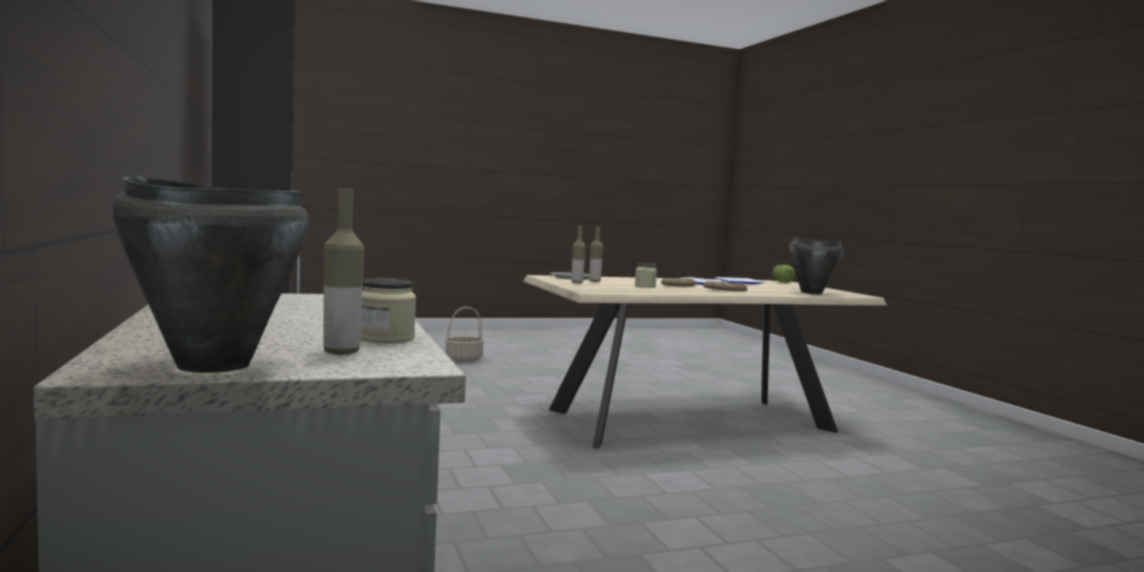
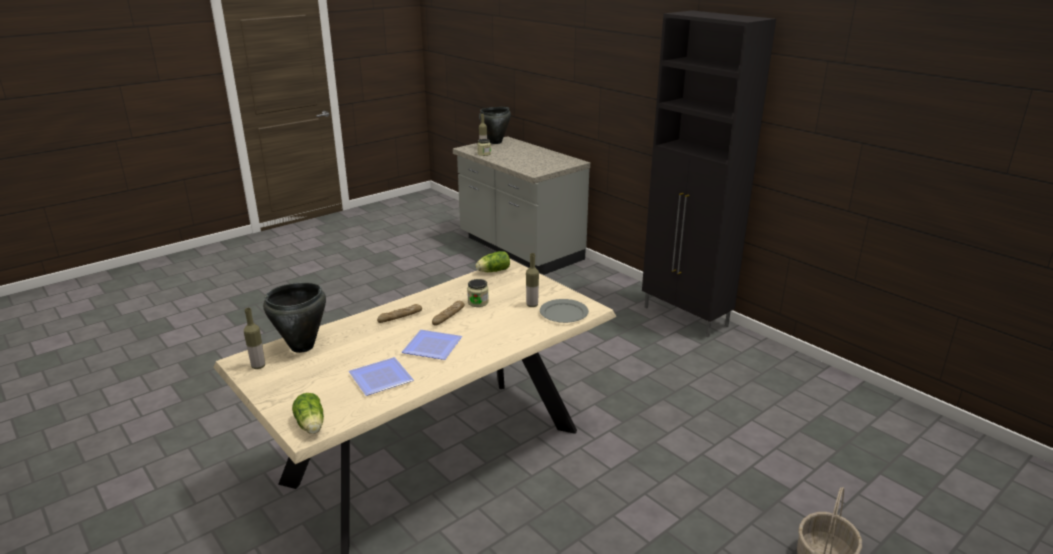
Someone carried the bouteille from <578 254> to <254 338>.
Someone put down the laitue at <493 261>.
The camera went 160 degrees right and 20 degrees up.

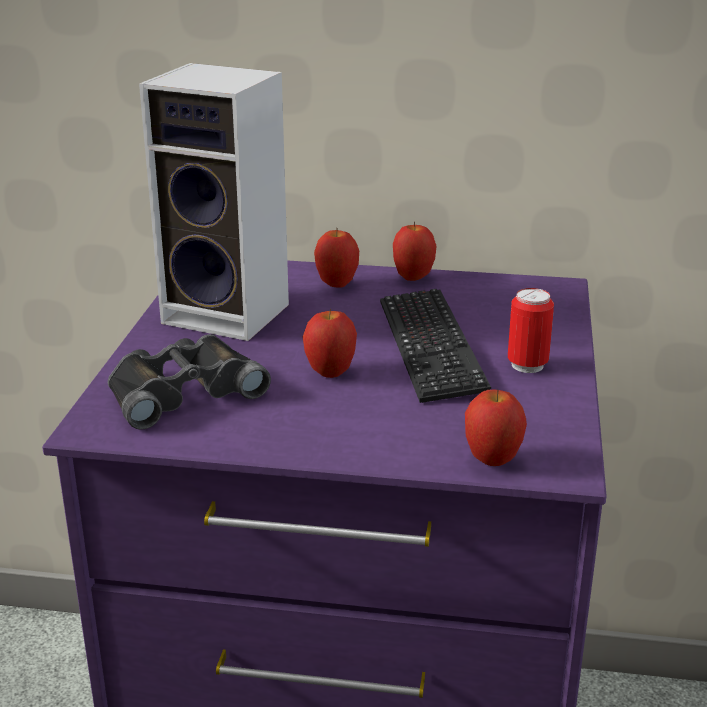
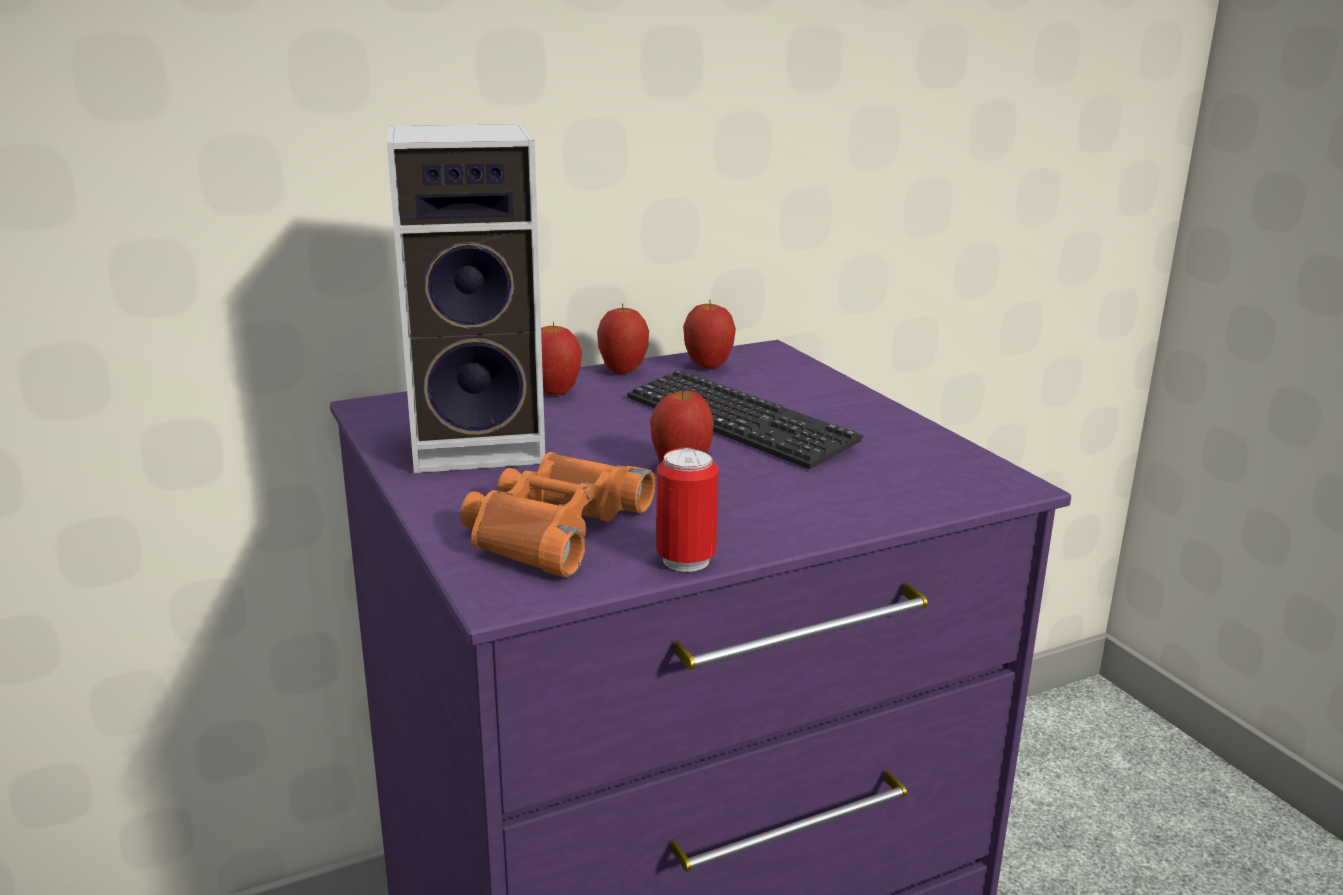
Someone carried the boîte métallique from <531 330> to <687 510>.
Someone repainted the jumelles/noir at <189 382>, which became the jumelles/orange at <558 514>.
Someone carried the pomme from <496 427> to <709 336>.
The camera went 35 degrees left and 5 degrees down.

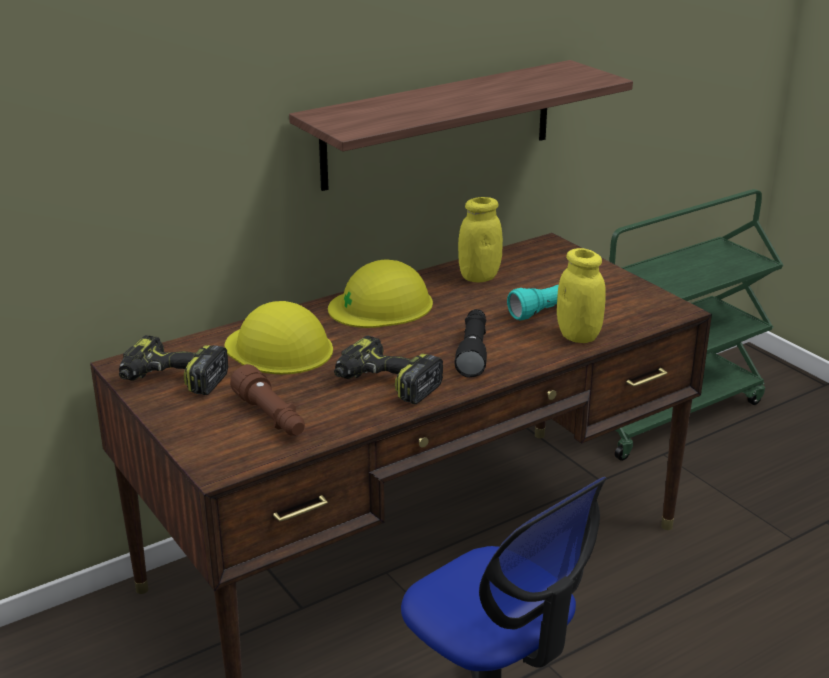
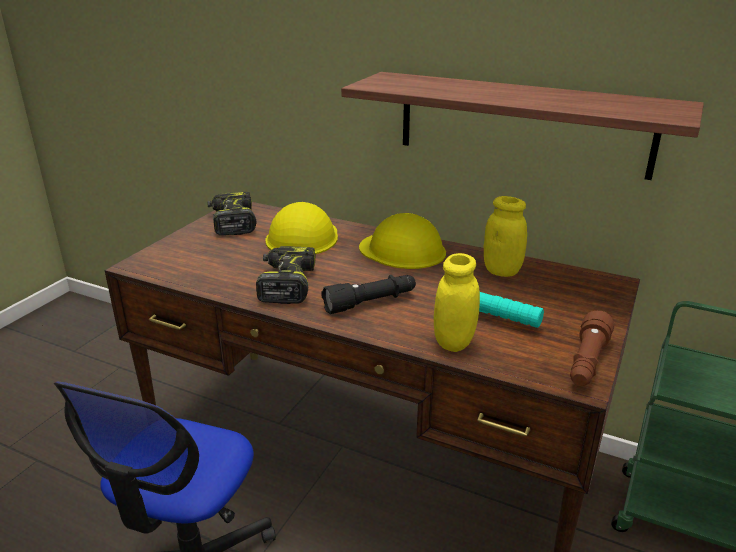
Someone carried the lampe de poche/marron from <267 400> to <592 348>.
The camera went 60 degrees right and 0 degrees up.

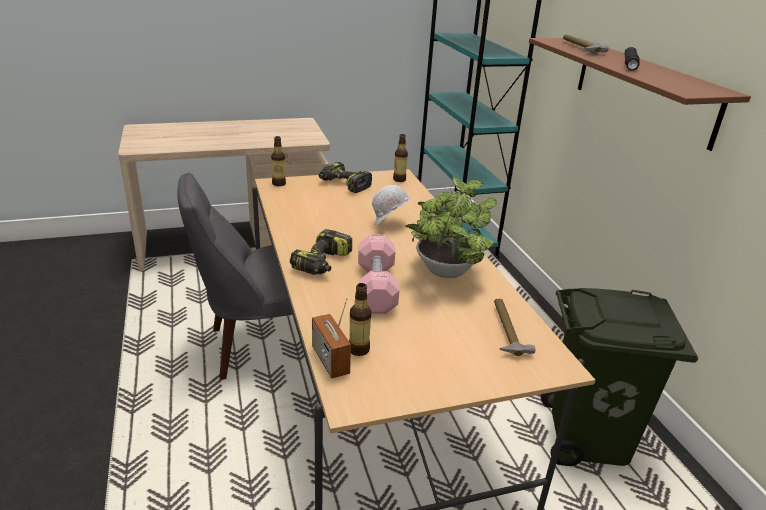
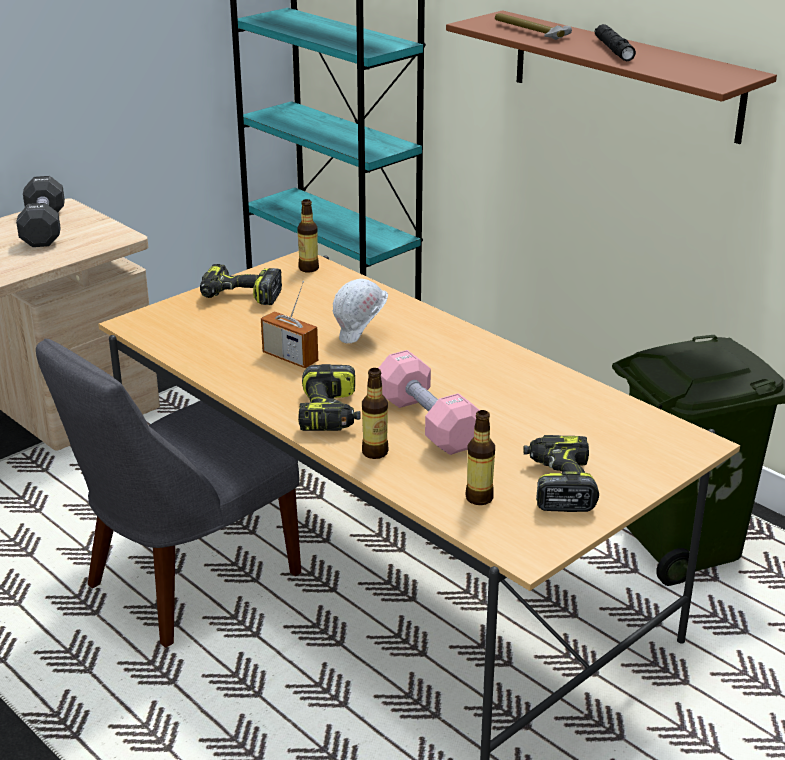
Someone carried the bouteille from <278 161> to <375 413>.
Someone took away the plante en pot at <451 227>.
Someone carried the radio from <331 338> to <289 324>.
Someone took away the marteau at <514 327>.
Someone put down the haltère/noir at <40 211>.
Someone put down the perceuse at <561 473>.
The camera went 25 degrees left and 0 degrees up.

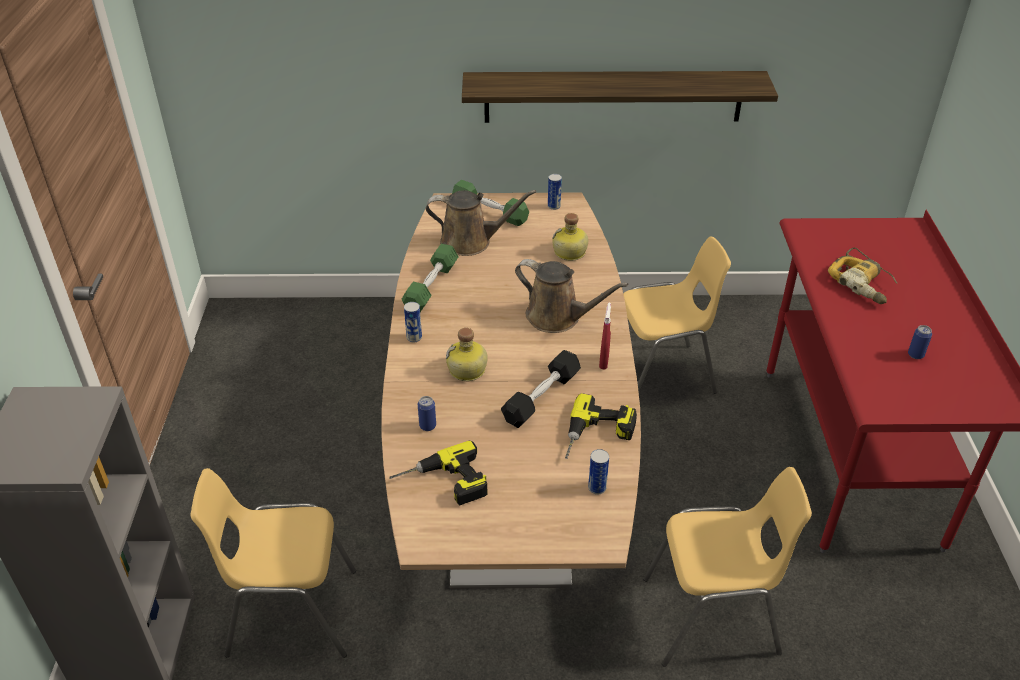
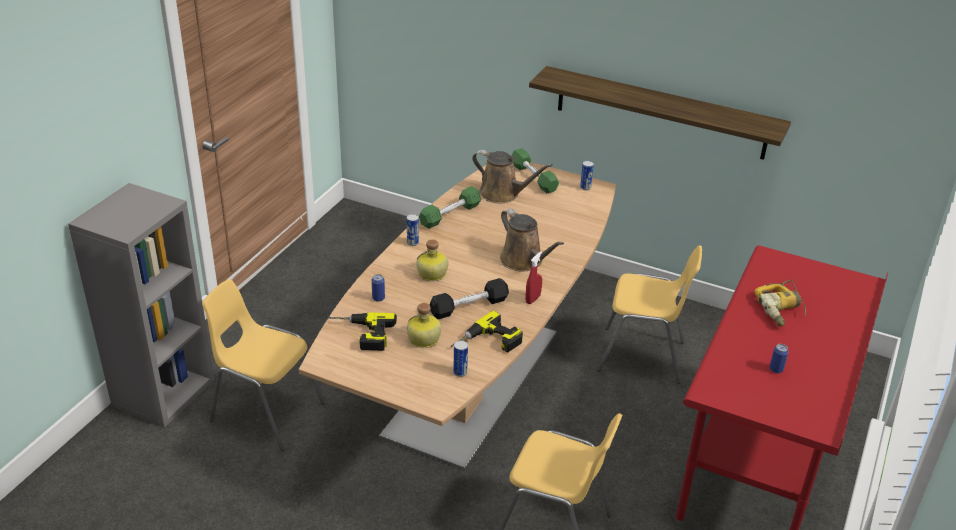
Someone carried the bouteille from <570 237> to <424 325>.
The camera went 25 degrees right and 5 degrees down.

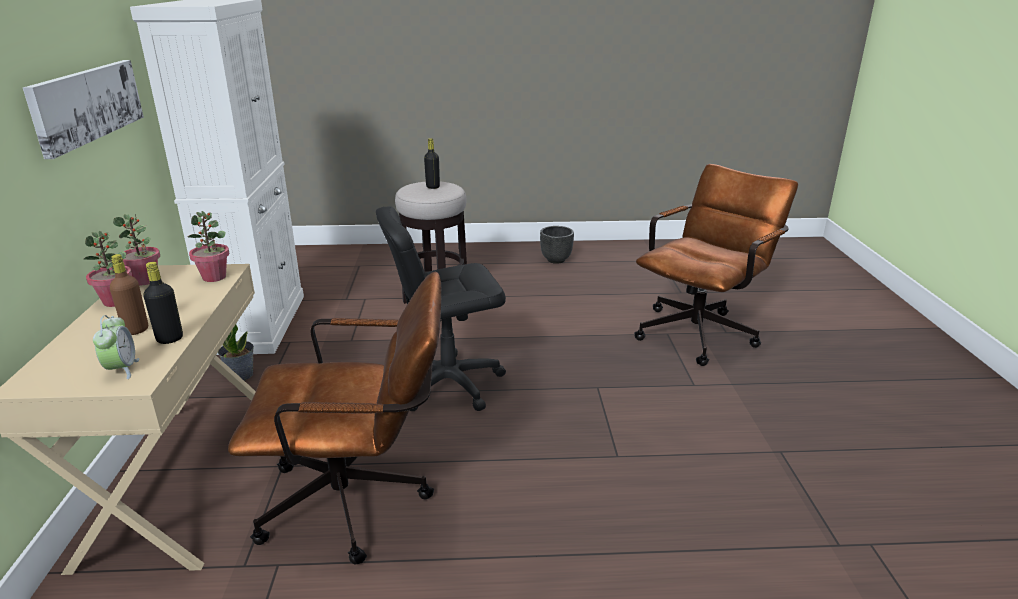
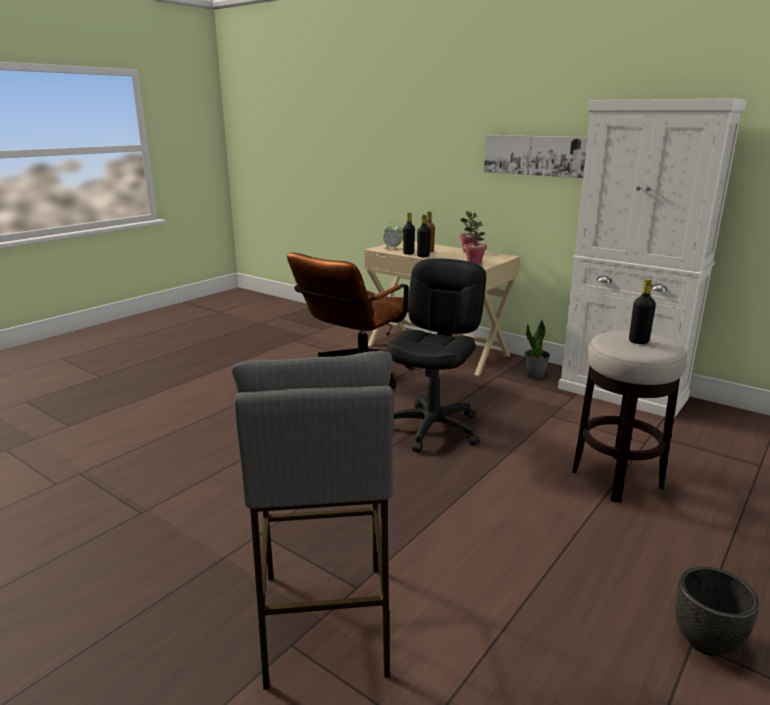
Someone swapped the chaise de bureau/marron at <716 265> for the tabouret/gris at <312 520>.
Someone took away the plante en pot at <136 249>.
Someone put down the bouteille/noir at <424 236>.
The camera went 130 degrees right and 5 degrees down.

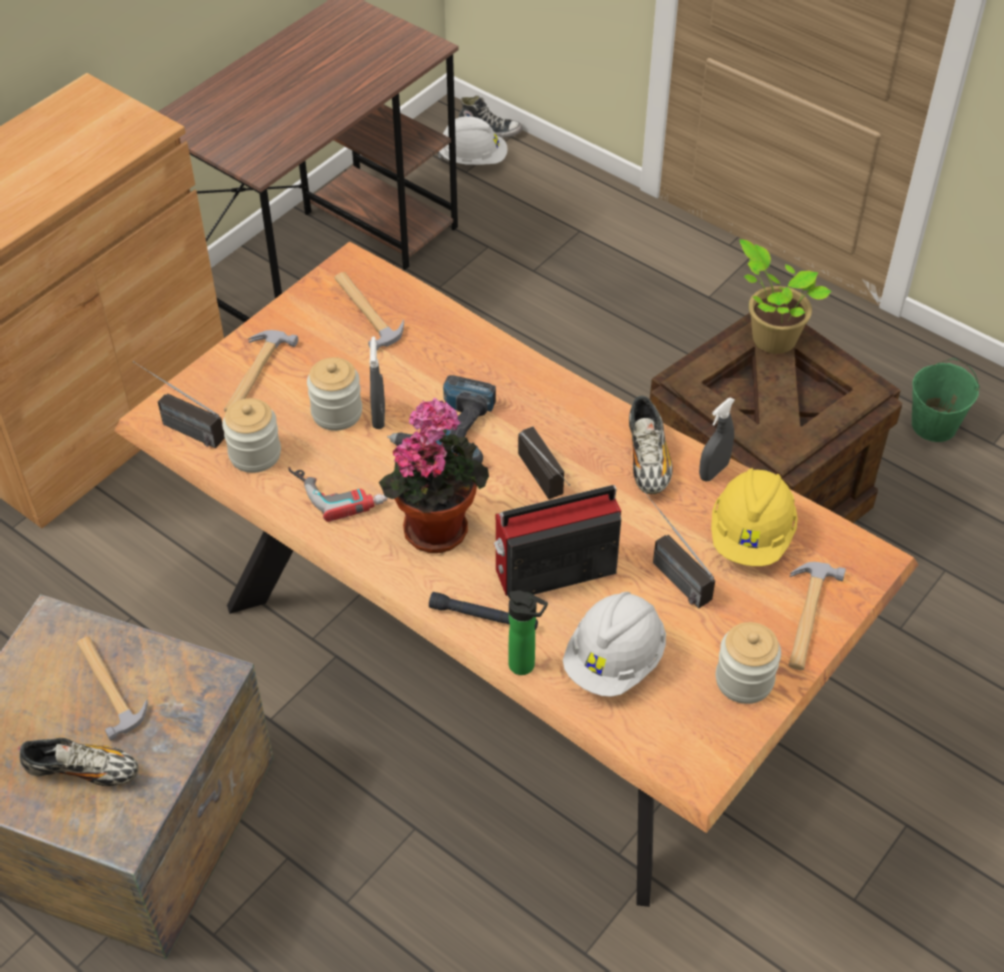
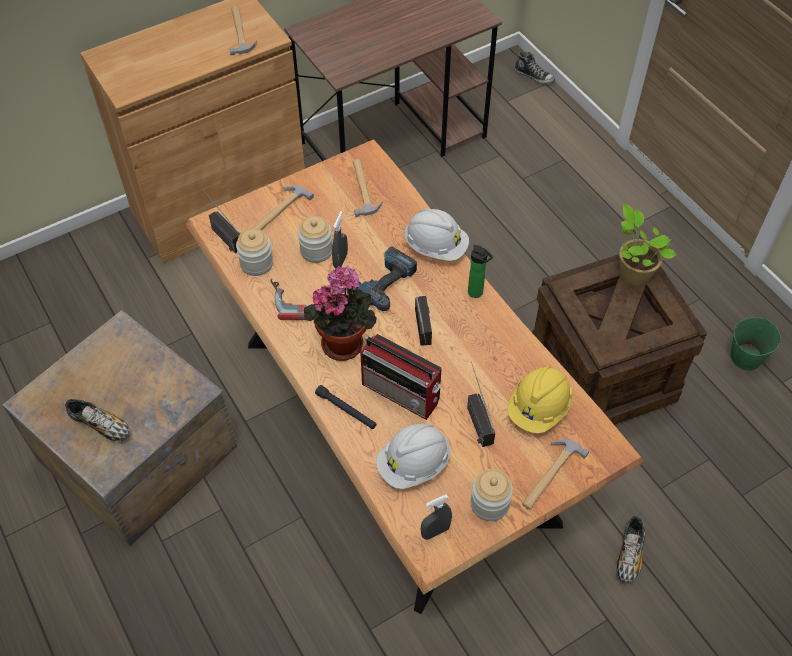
Someone carried the casque de chantier/blanc from <472 140> to <436 235>.
Someone carried the chaussure from <651 445> to <630 549>.
Someone carried the vaporisateur/gris from <717 439> to <436 517>.
Someone rotated the radio at <557 542> by 150 degrees counterclockwise.
Someone carried the bouteille from <528 632> to <480 271>.
Someone carried the marteau from <112 689> to <243 30>.
The camera went 20 degrees right and 5 degrees up.

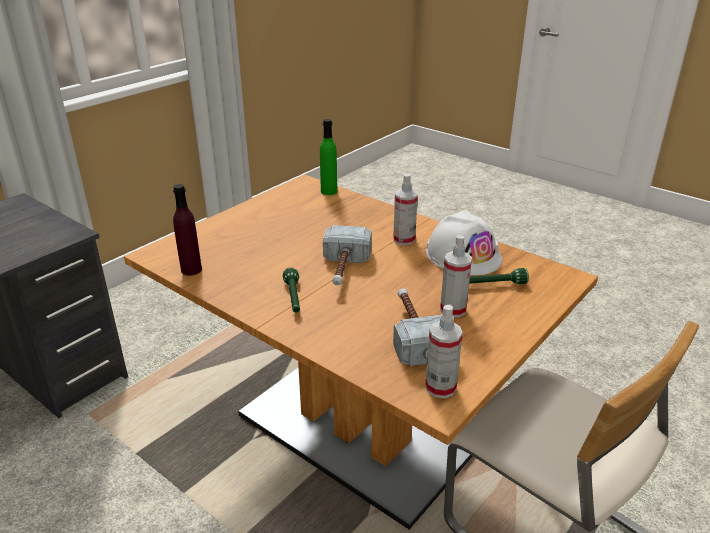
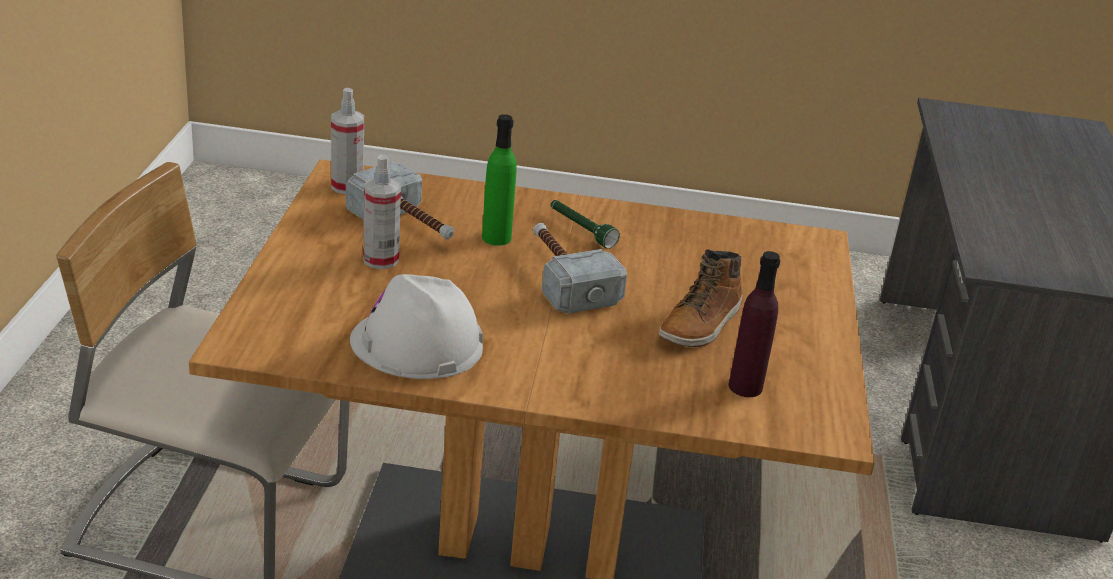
Someone carried the bouteille/vert from <328 157> to <499 180>.
Someone took away the vaporisateur at <405 209>.
Someone carried the bouteille/violet from <187 230> to <754 324>.
Someone took away the lampe de poche/vert at <499 276>.
Someone put down the botte at <701 298>.
The camera went 145 degrees right and 0 degrees up.

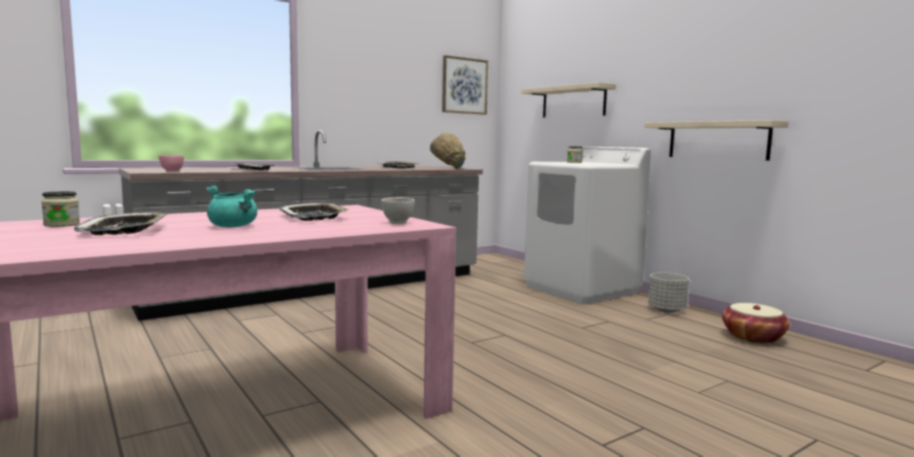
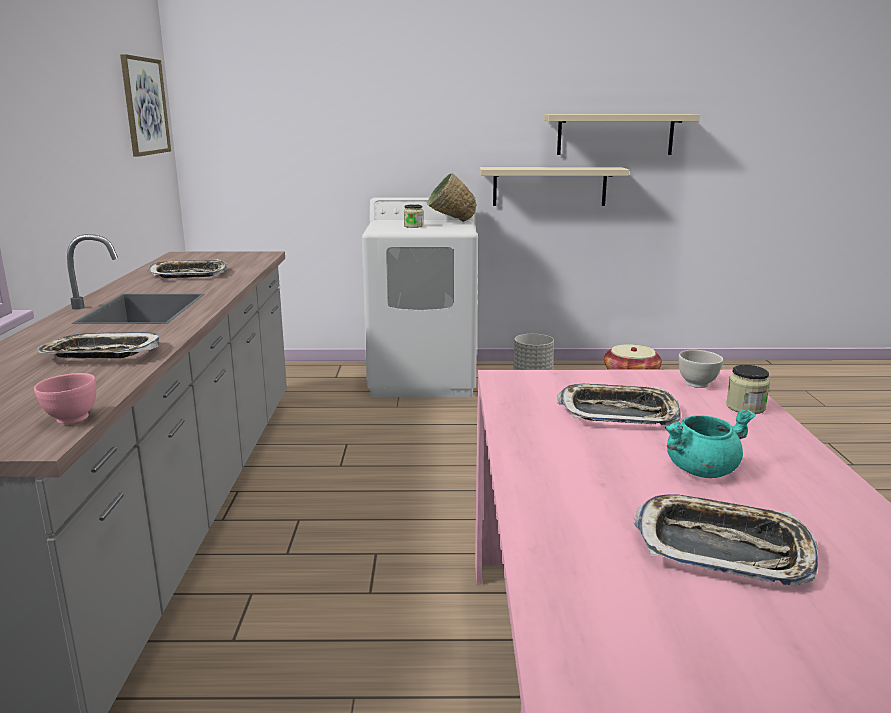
Someone carried the étagère/beige from <568 100> to <622 134>.
Someone carried the bol/vert from <447 150> to <452 197>.
Someone carried the bocal from <60 209> to <748 389>.
The camera went 55 degrees left and 10 degrees up.

